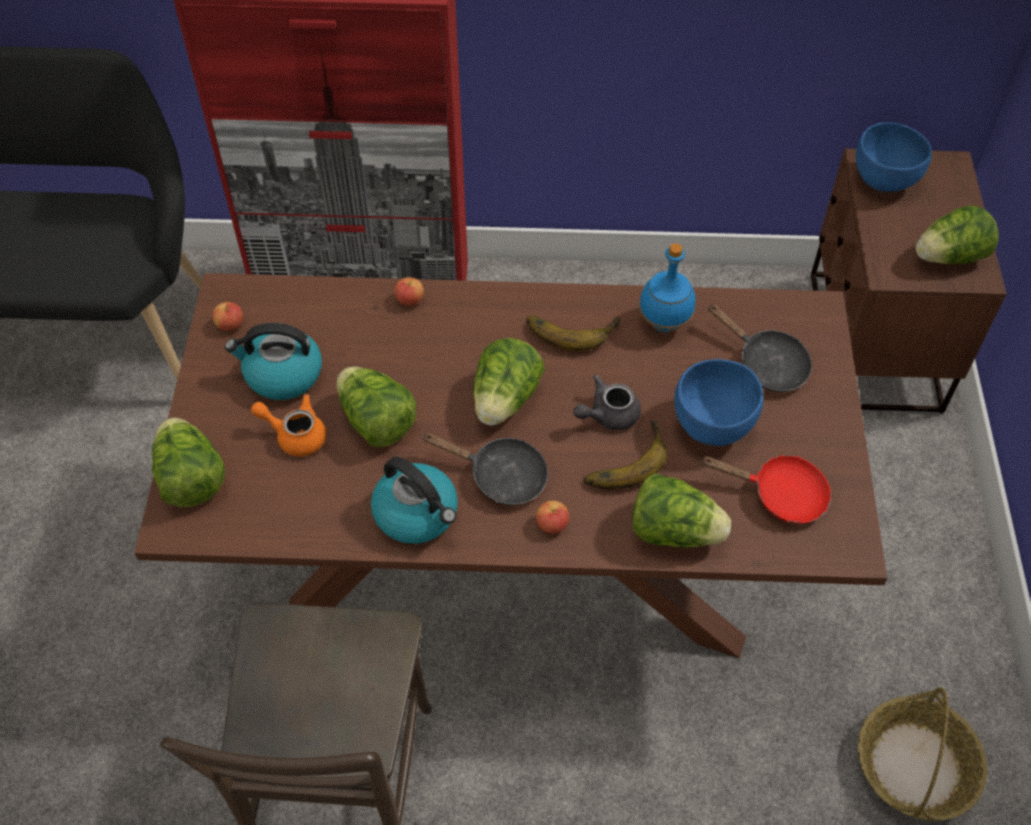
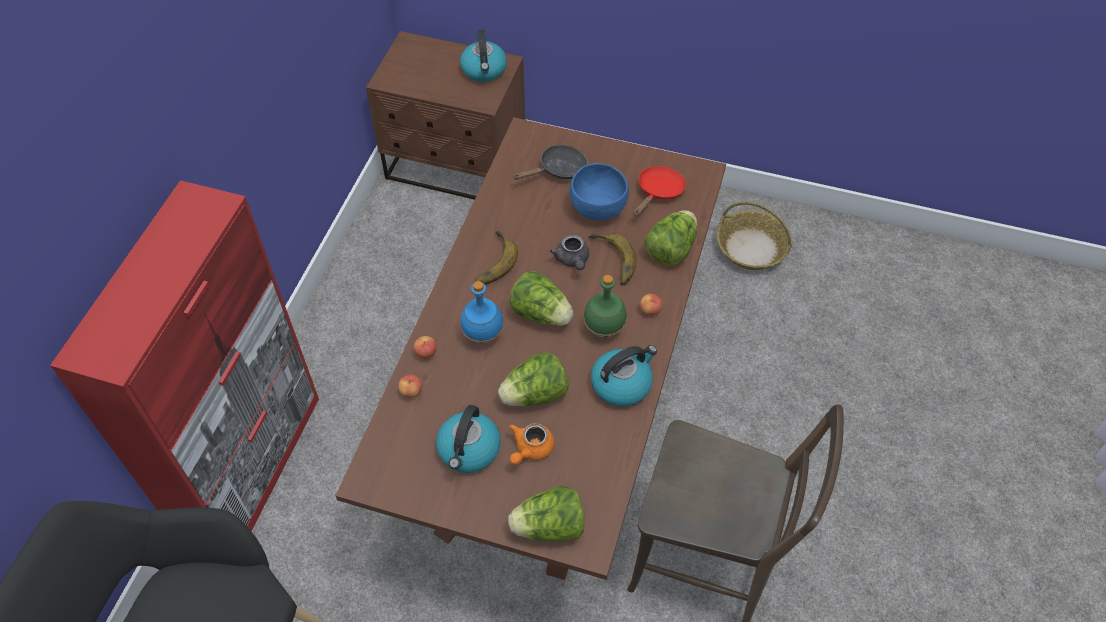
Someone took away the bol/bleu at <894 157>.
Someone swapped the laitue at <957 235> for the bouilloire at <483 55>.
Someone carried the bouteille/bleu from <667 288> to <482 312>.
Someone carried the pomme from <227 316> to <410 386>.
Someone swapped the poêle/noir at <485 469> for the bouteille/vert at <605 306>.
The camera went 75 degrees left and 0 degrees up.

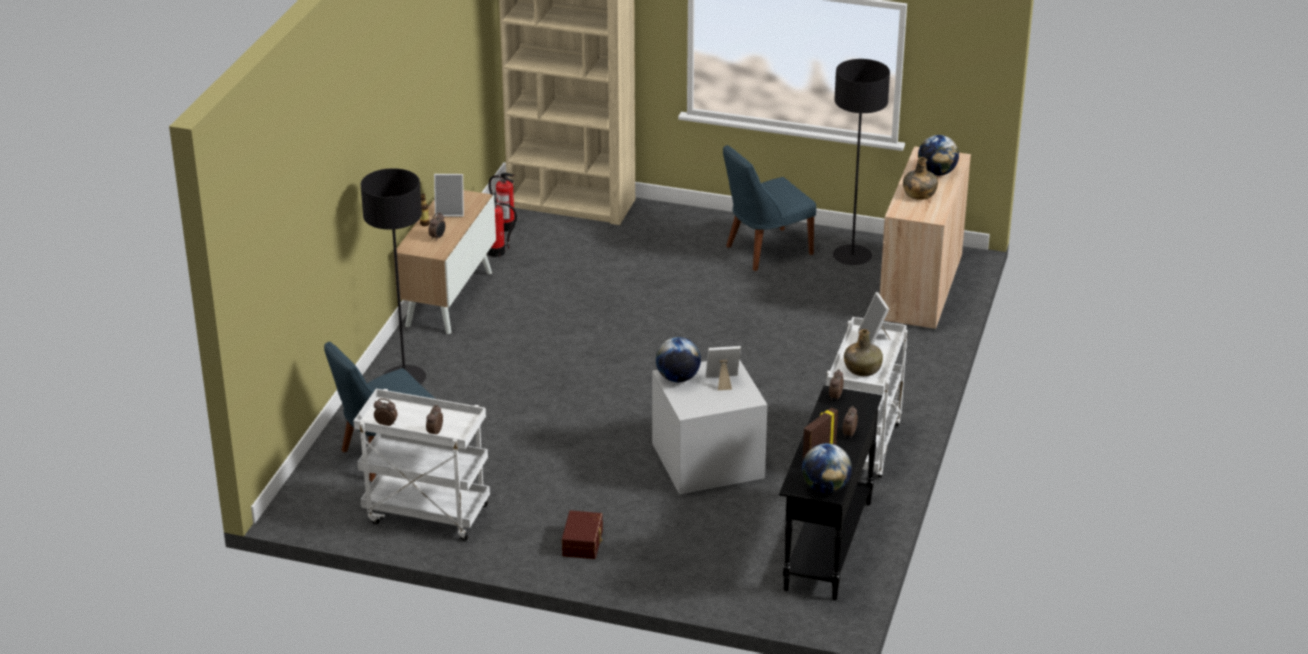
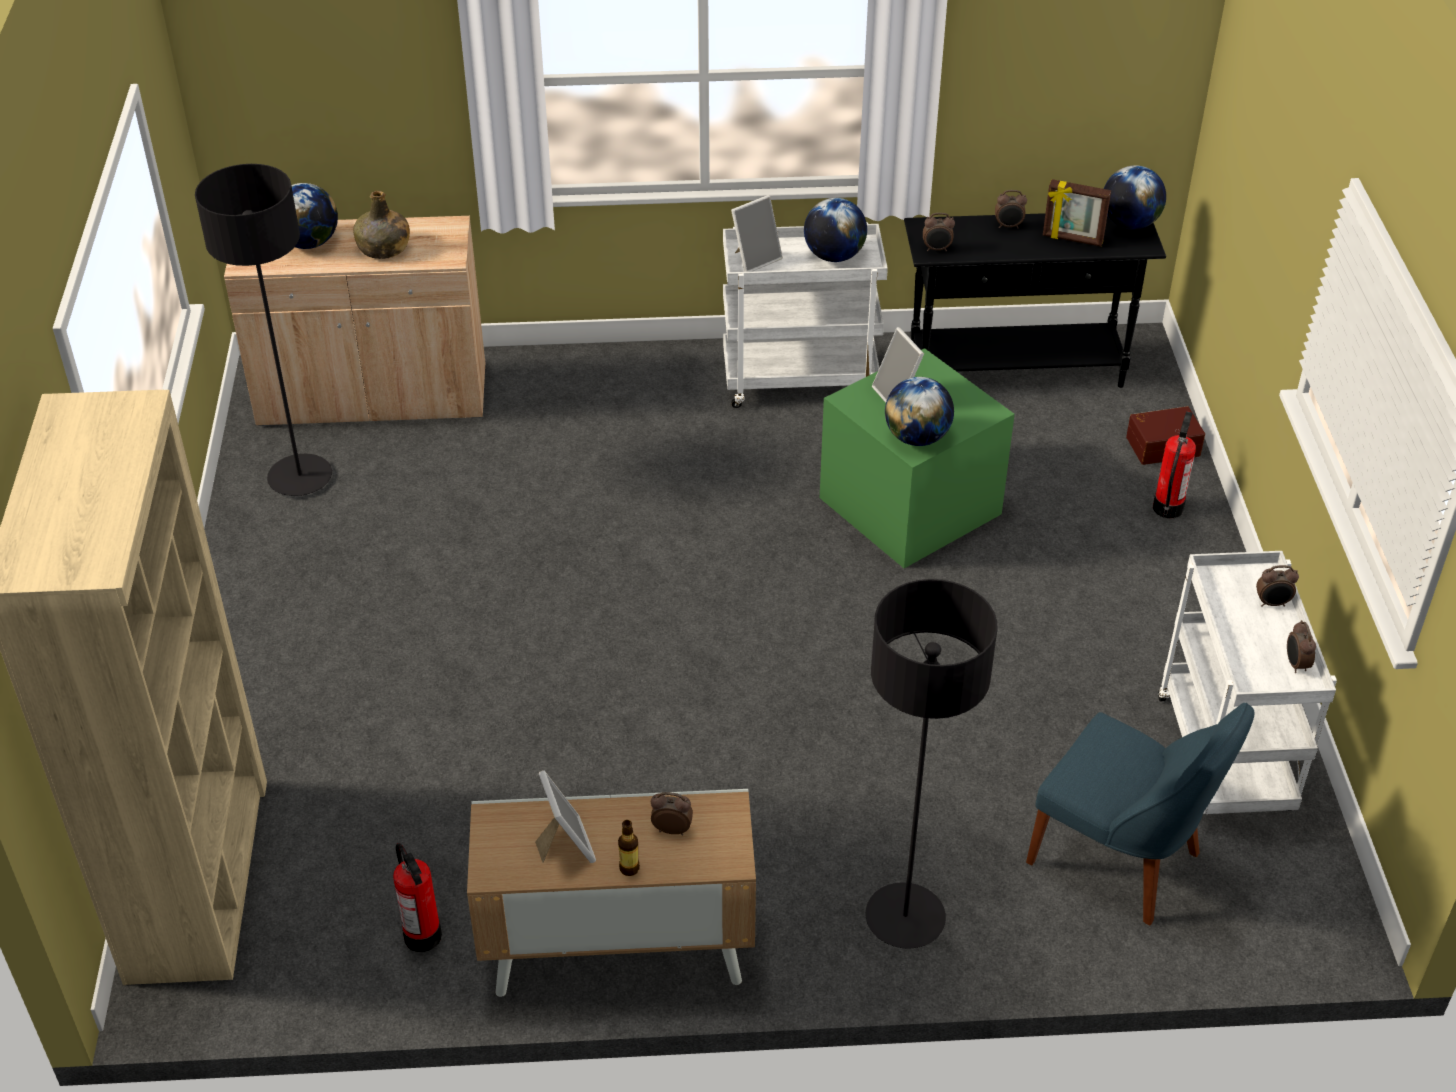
Someone took away the chaise/bleu at <769 208>.
Someone carried the extincteur from <502 202> to <1174 464>.
Someone swapped the bouteille/vert at <863 352> for the globe at <835 230>.
Someone repainted the boîte de rangement/gris at <709 427>, which became the boîte de rangement/vert at <917 458>.
Someone carried the boîte de rangement/marron from <582 534> to <1165 435>.
The camera went 110 degrees left and 10 degrees up.

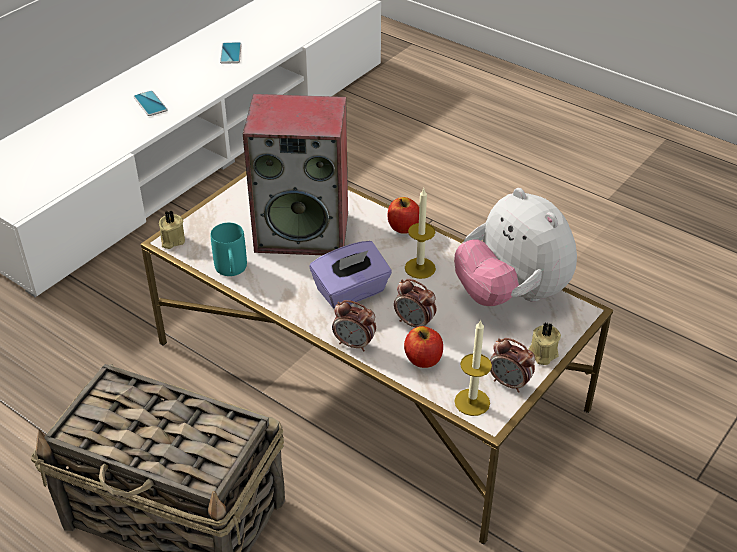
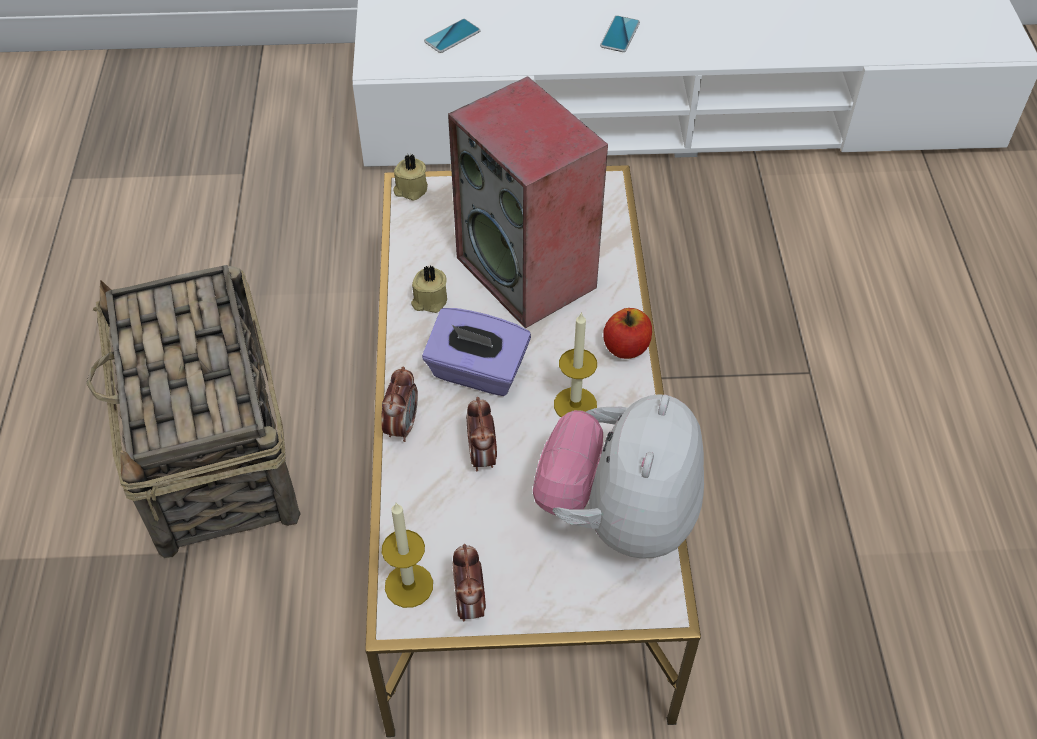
Someone carried the téléphone from <231 53> to <452 36>.
Someone took away the mug/turquoise at <229 249>.
Someone rotated the réveil at <354 325> by 150 degrees counterclockwise.
Someone carried the bougie/beige from <544 343> to <429 289>.
Someone took away the pomme at <423 347>.
The camera went 50 degrees right and 10 degrees up.

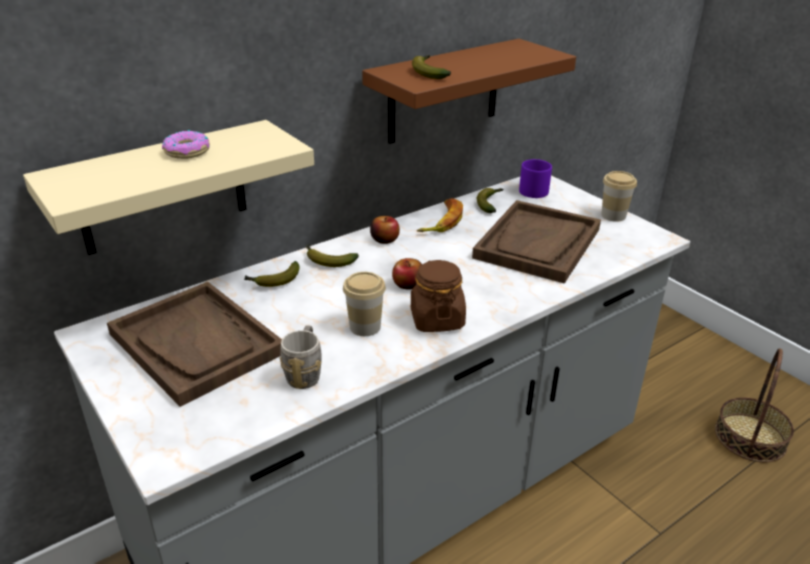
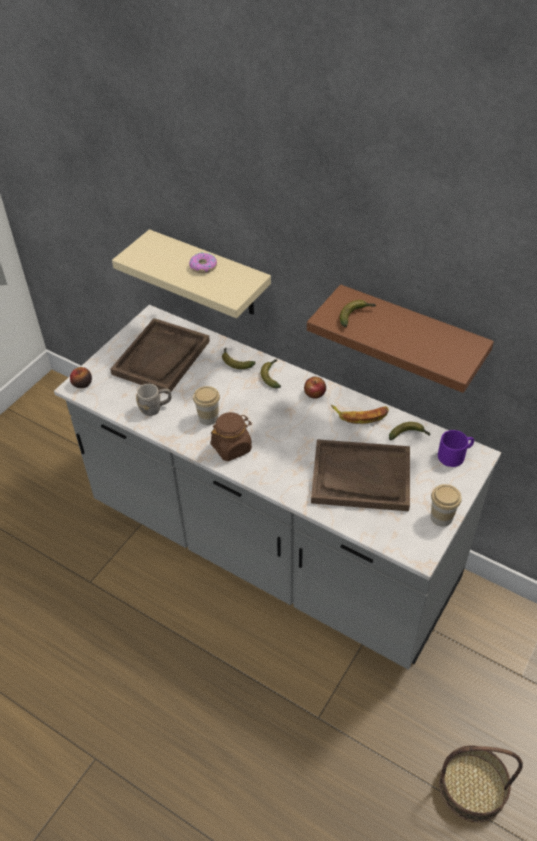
Someone carried the pomme from <407 273> to <81 377>.
The camera went 70 degrees right and 15 degrees up.

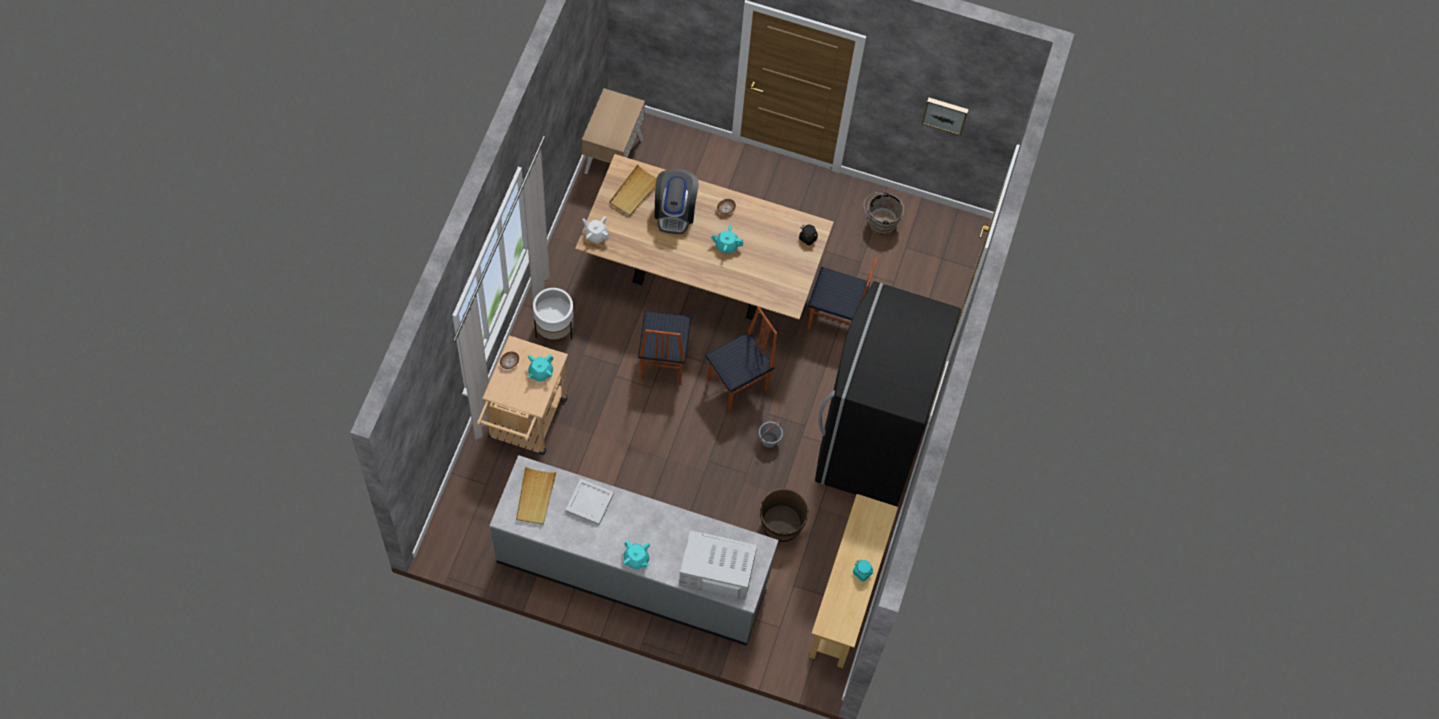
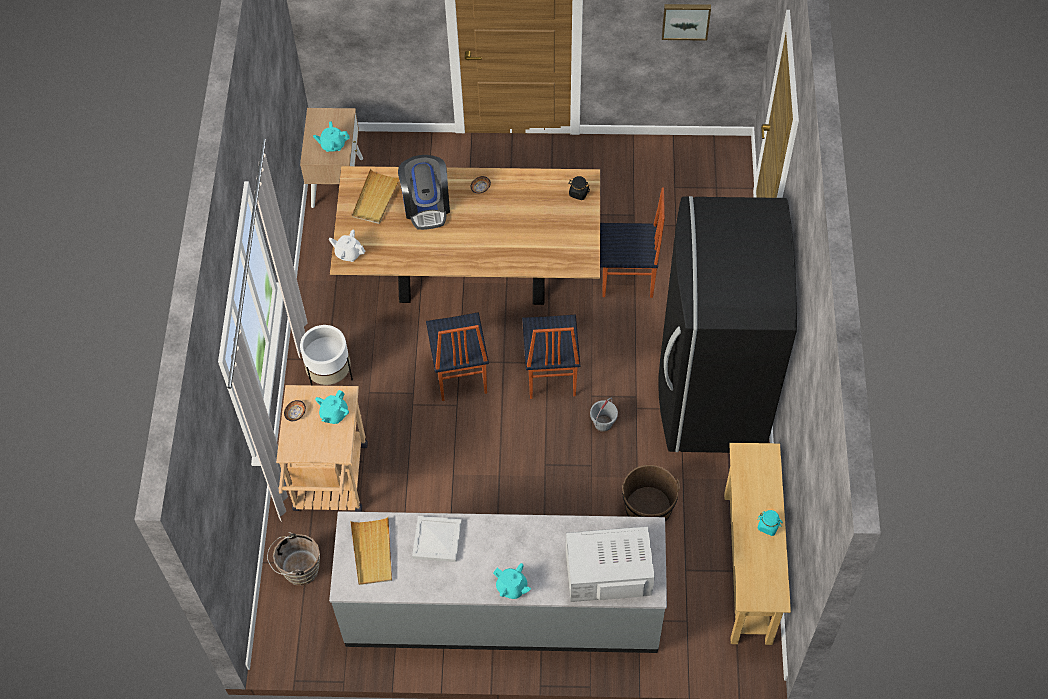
Someone carried the seau/marron from <884 213> to <293 559>.
Someone carried the théière/turquoise from <727 239> to <331 136>.
Someone rotated the chaise at <741 358> by 135 degrees clockwise.
The camera went 10 degrees left and 5 degrees down.

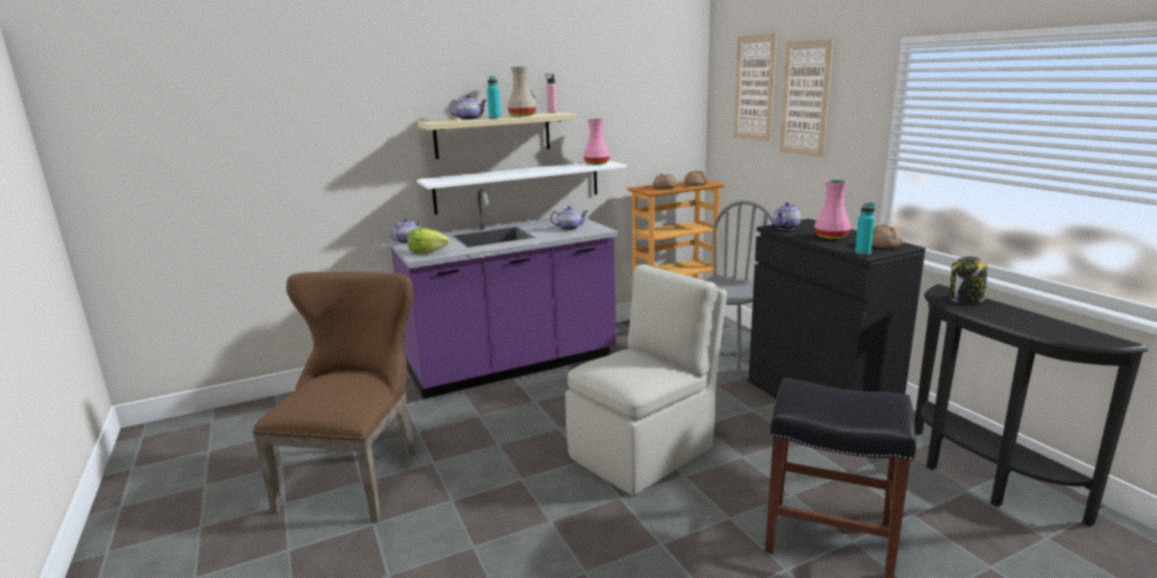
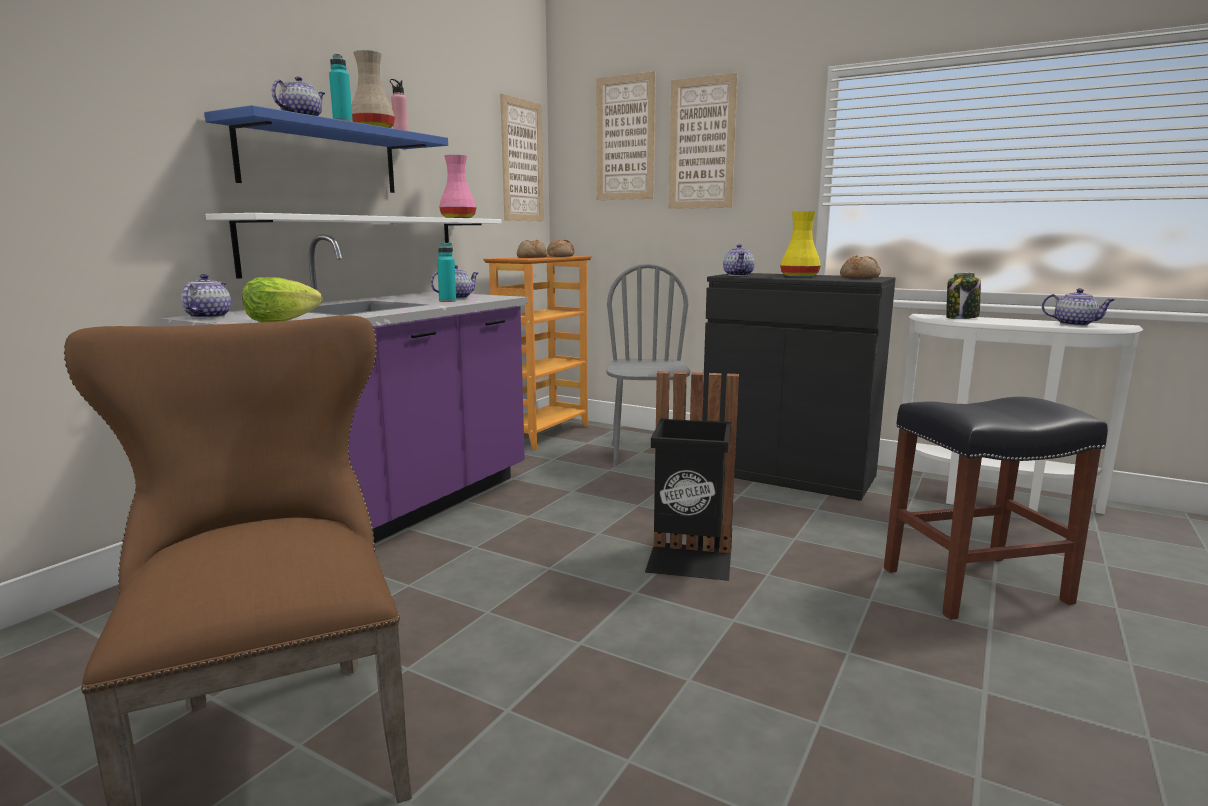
Someone repainted the étagère/beige at <497 135>, which became the étagère/bleu at <326 149>.
Someone repainted the vase/rose at <832 209>, which became the vase/jaune at <800 244>.
Someone carried the bouteille/turquoise from <865 228> to <447 272>.
Someone swapped the chaise/beige at <646 379> for the poubelle/noir at <692 476>.
Someone repainted the table console/noir at <1032 405>, which became the table console/blanc at <1023 414>.
Someone put up the tableau at <522 157>.
Someone put down the théière at <1078 307>.
The camera went 35 degrees left and 5 degrees down.

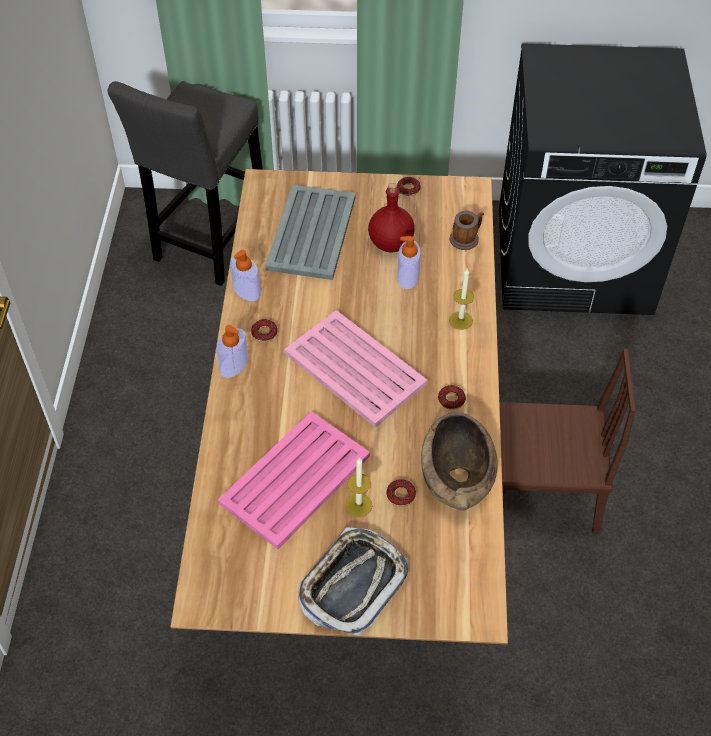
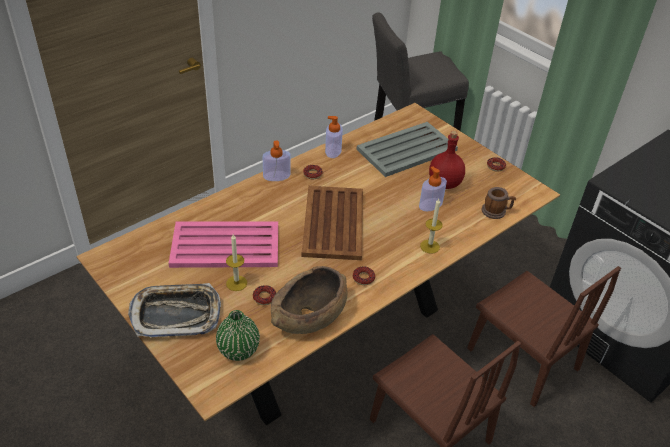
Someone repainted the plateau/rose at <356 369>, which became the plateau/marron at <332 223>.
Someone put down the chaise/marron at <544 336>.
Someone put down the vase/vert at <238 335>.
The camera went 45 degrees right and 10 degrees down.

